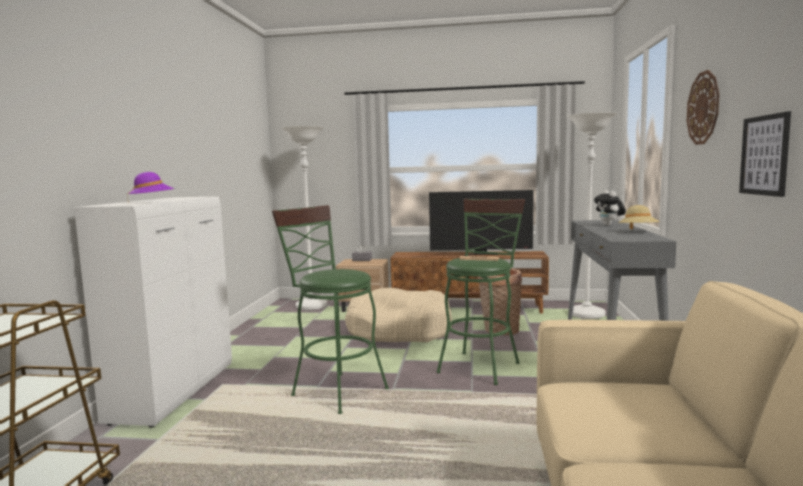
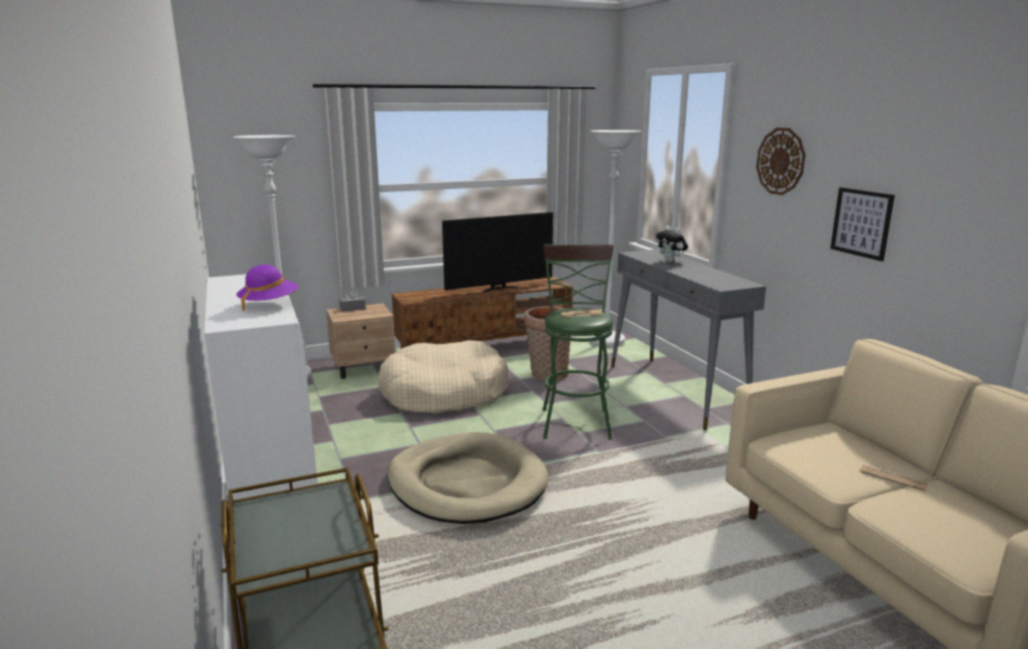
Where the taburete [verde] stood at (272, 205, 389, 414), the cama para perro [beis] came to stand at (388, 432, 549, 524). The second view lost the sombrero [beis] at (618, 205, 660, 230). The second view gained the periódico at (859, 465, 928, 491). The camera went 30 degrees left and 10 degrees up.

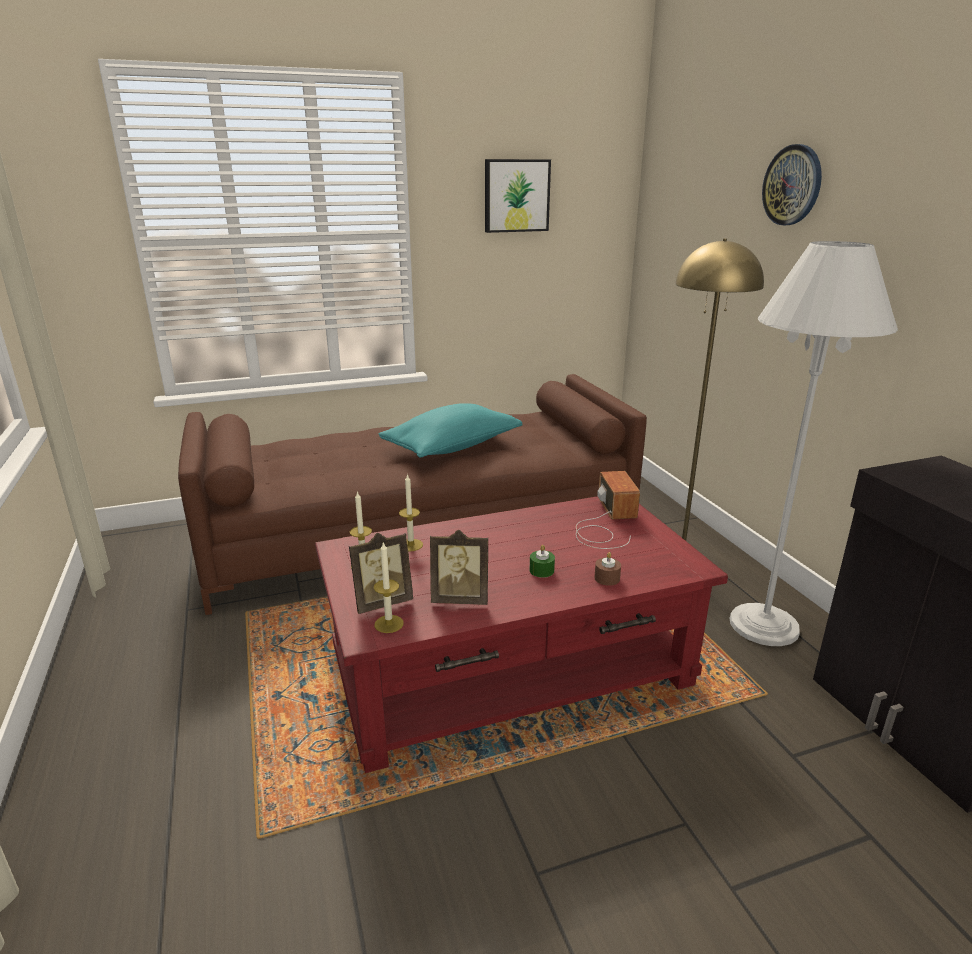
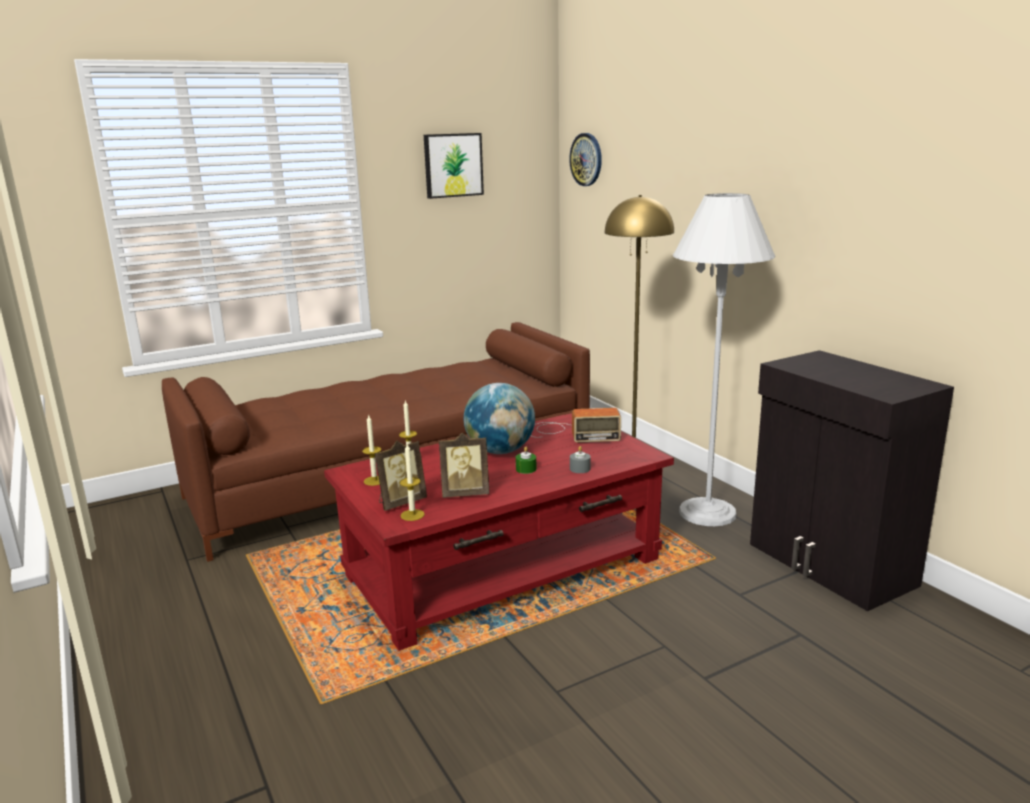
The second view lost the cojín [turquesa] at (378, 403, 523, 458). The radio at (576, 471, 640, 549) ended up facing another way, 105 degrees clockwise from before. What was the vela [marrón] at (594, 552, 621, 586) turned into the vela [gris] at (570, 446, 591, 473). The reloj de pared ended up elsewhere, having gone from (762, 144, 822, 225) to (569, 133, 602, 186). The second view gained the globo terráqueo at (464, 383, 535, 454). The camera went 10 degrees left and 5 degrees down.

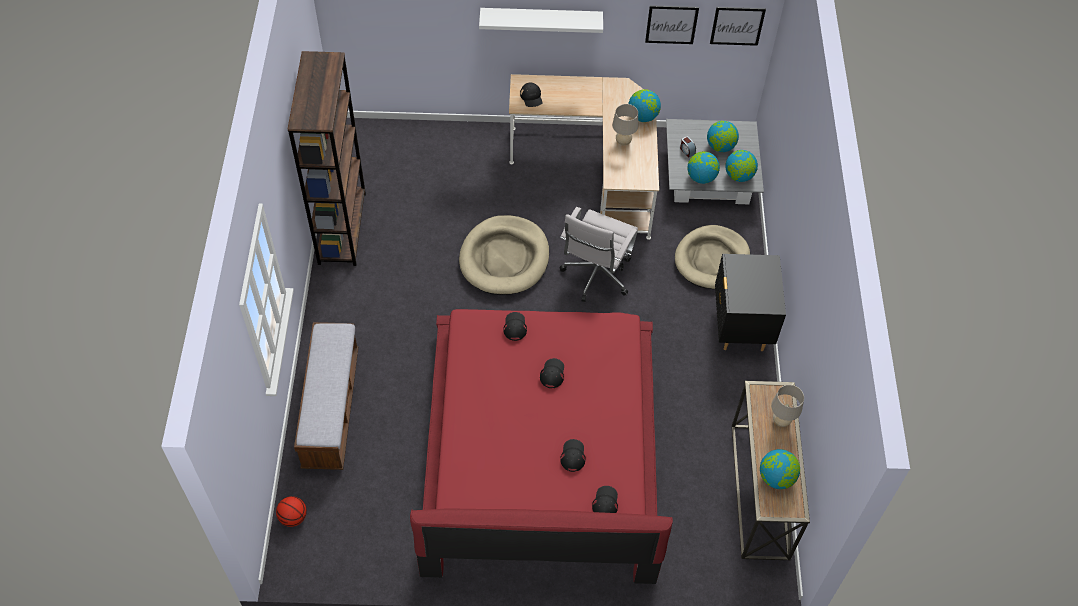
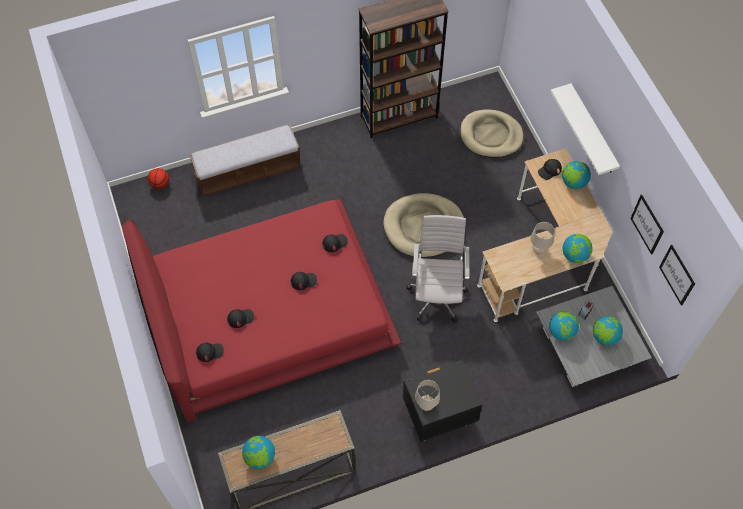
The silla de oficina [blanco] at (560, 207, 638, 302) ended up facing another way, 90 degrees clockwise from before. The cama para perro [beis] ended up elsewhere, having gone from (675, 225, 750, 289) to (460, 109, 524, 158). The globo terráqueo ended up elsewhere, having gone from (725, 150, 758, 182) to (562, 161, 591, 189). The lámpara de mesa [beis] ended up elsewhere, having gone from (771, 385, 804, 427) to (415, 380, 440, 411). The camera went 70 degrees right and 5 degrees up.

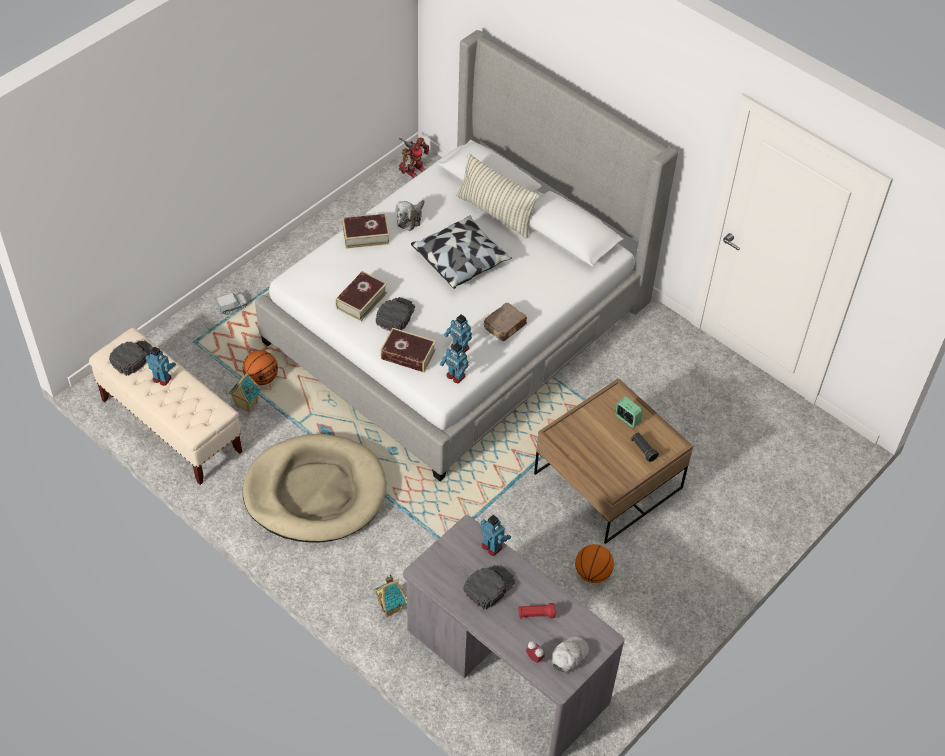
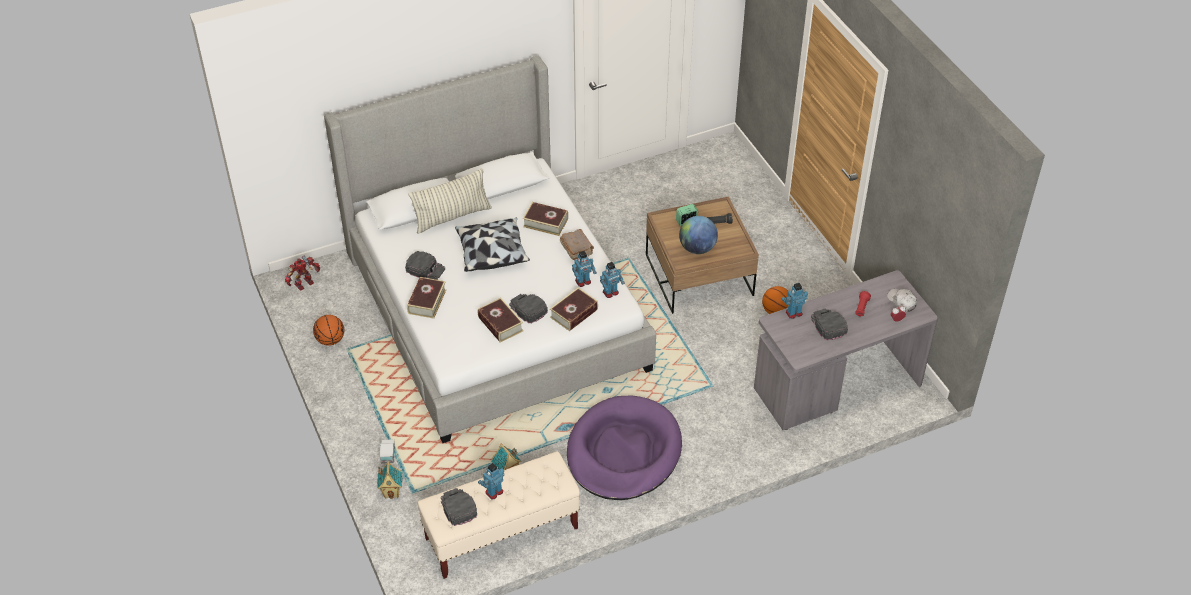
The balón de baloncesto ended up elsewhere, having gone from (243, 350, 278, 385) to (313, 315, 344, 346). What was the cama para perro [beis] at (243, 434, 386, 543) turned into the cama para perro [morado] at (567, 396, 682, 500). The casita ended up elsewhere, having gone from (374, 574, 407, 617) to (377, 461, 402, 499). Where the peluche stood at (395, 200, 425, 231), the gorra [negro] came to stand at (405, 251, 445, 280). The robot de juguete at (399, 137, 429, 178) ended up facing another way, 105 degrees counterclockwise from before. The second view gained the libro at (523, 202, 568, 236). The second view gained the globo terráqueo at (679, 216, 718, 254). The camera went 65 degrees left and 5 degrees down.

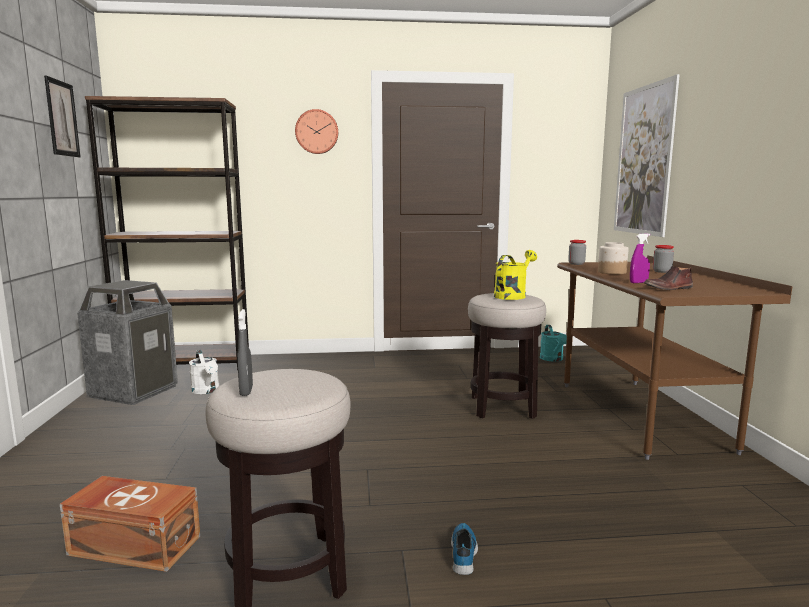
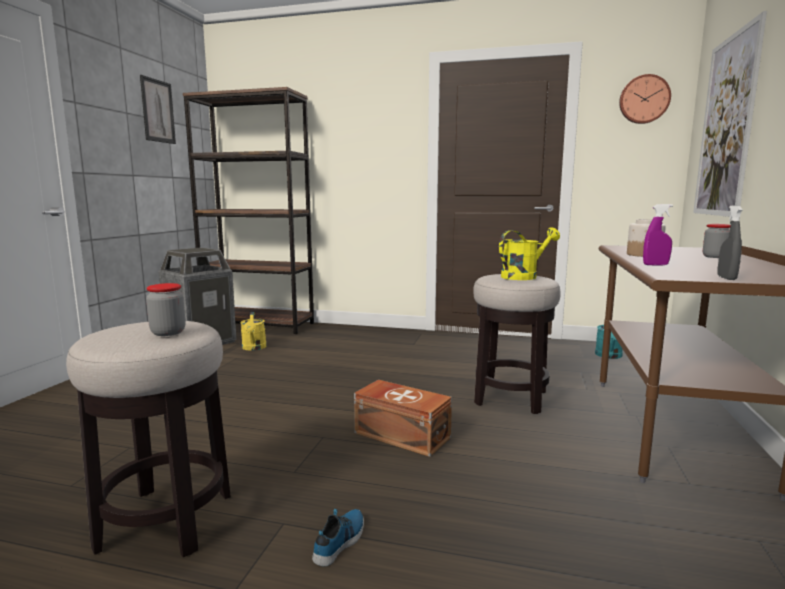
The caja de almacenaje [marrón] ended up elsewhere, having gone from (60, 476, 200, 572) to (354, 380, 452, 457). What was the regadera [blanco] at (189, 350, 219, 394) turned into the regadera [amarillo] at (241, 312, 267, 351). The pulverizador [gris] ended up elsewhere, having gone from (238, 309, 253, 396) to (717, 206, 743, 280). The reloj de pared ended up elsewhere, having gone from (295, 109, 338, 154) to (619, 74, 671, 124). The tarro ended up elsewhere, having gone from (568, 240, 586, 265) to (146, 283, 186, 336). The second view lost the zapato [marrón] at (644, 266, 693, 290). The camera went 20 degrees right and 0 degrees up.

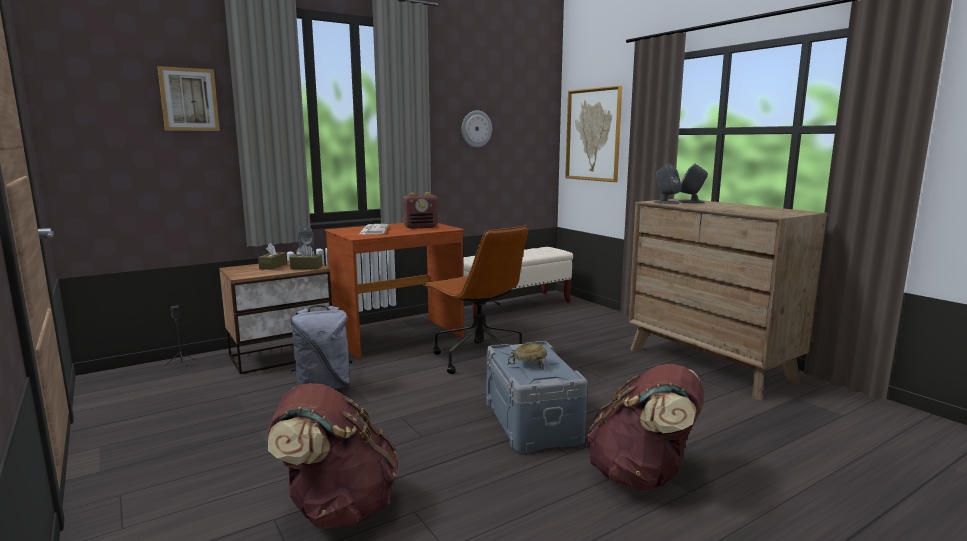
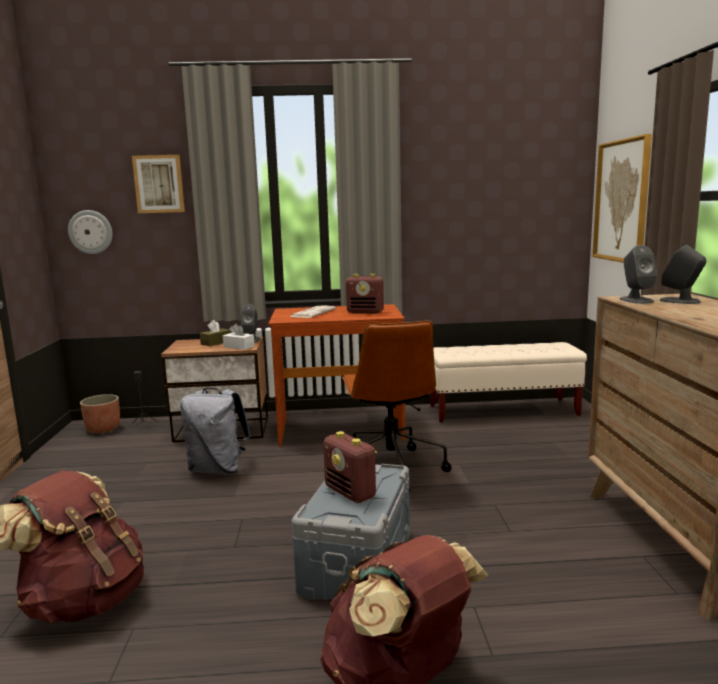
What was the caja de pañuelos [marrón] at (289, 244, 322, 269) turned into the caja de pañuelos [blanco] at (223, 323, 255, 350). The reloj de pared ended up elsewhere, having gone from (462, 110, 492, 147) to (68, 210, 113, 254). Where the cuenco [beis] stood at (508, 343, 547, 370), the radio came to stand at (323, 431, 377, 503). The second view gained the maceta at (80, 394, 120, 433). The camera went 30 degrees right and 0 degrees up.

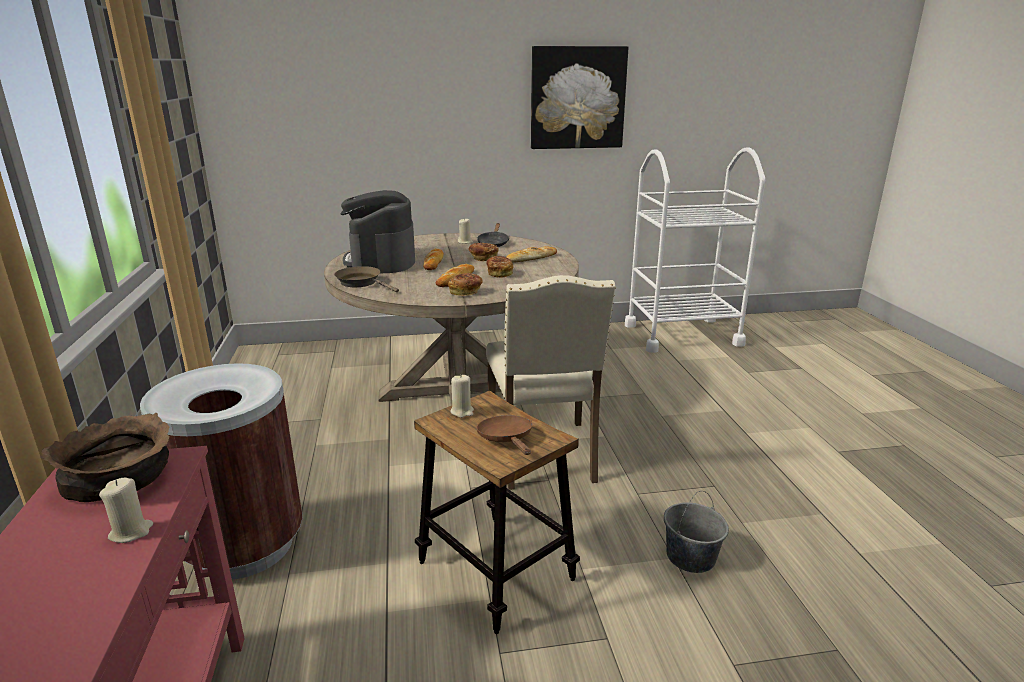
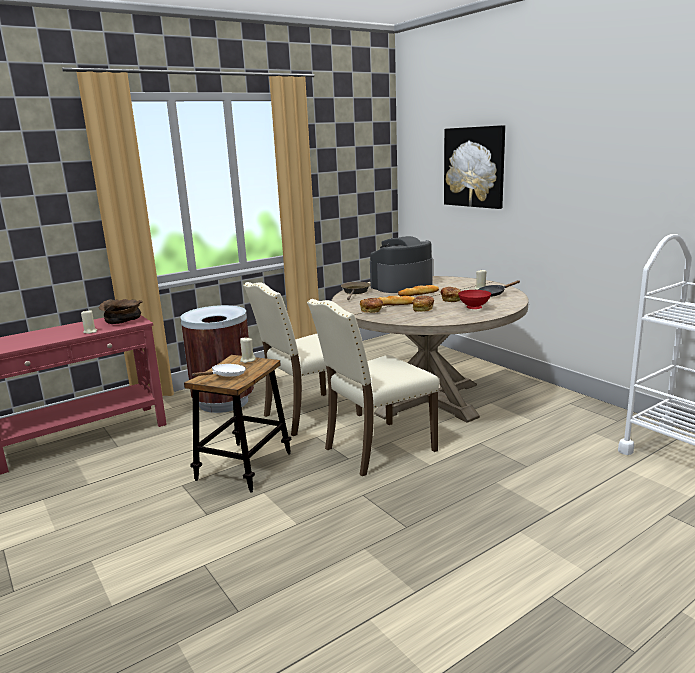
What was the sartén [marrón] at (477, 415, 532, 455) turned into the sartén [blanco] at (192, 364, 246, 377). Where the pan stood at (506, 246, 557, 263), the cuenco [rojo] came to stand at (458, 290, 491, 309). The cuadro ended up elsewhere, having gone from (531, 46, 628, 149) to (444, 125, 505, 209). The second view lost the cubo [gris] at (664, 491, 729, 573). The second view gained the silla [beis] at (243, 282, 362, 436). The camera went 65 degrees right and 5 degrees down.

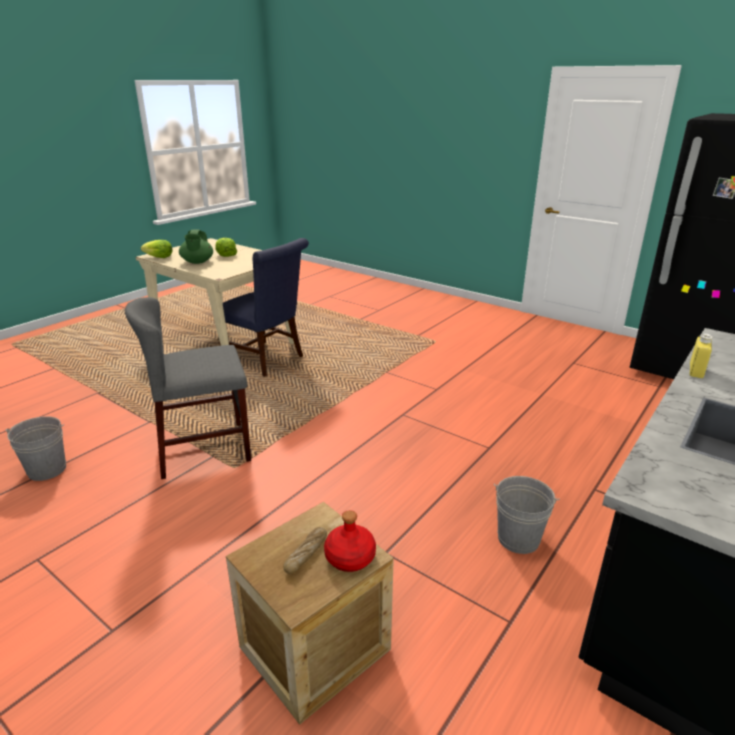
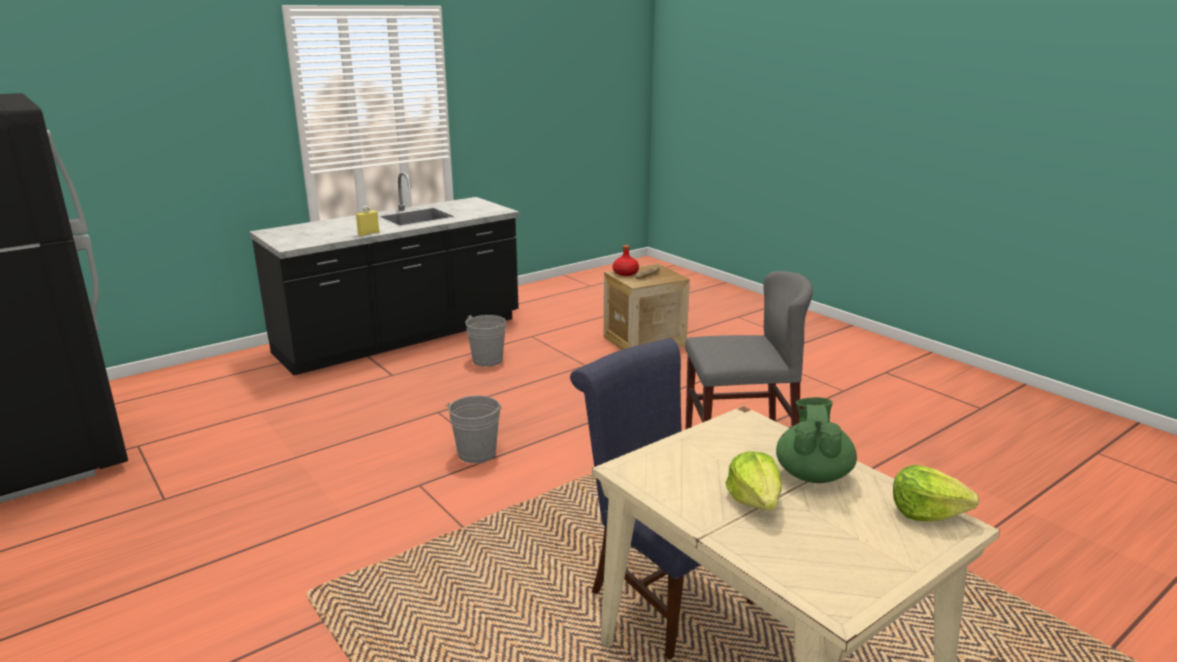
The cubo [gris] ended up elsewhere, having gone from (6, 416, 66, 481) to (445, 396, 503, 463). The camera went 165 degrees left and 5 degrees down.

